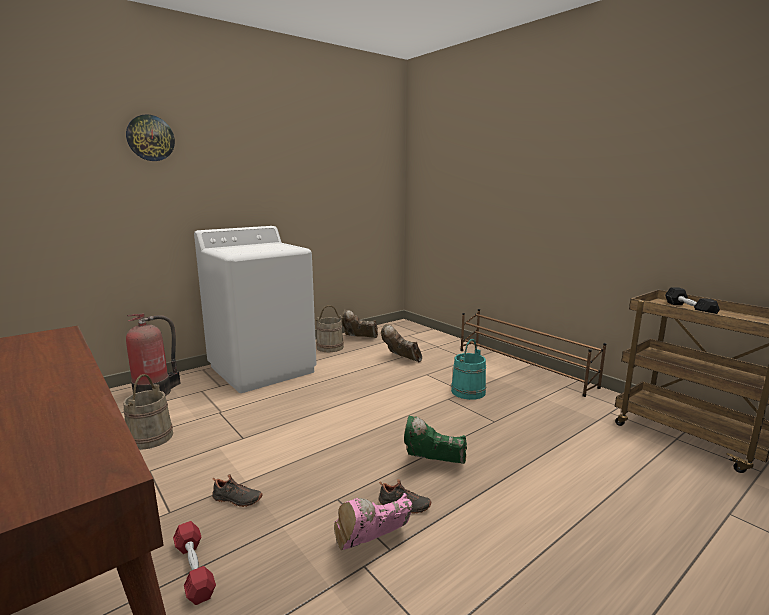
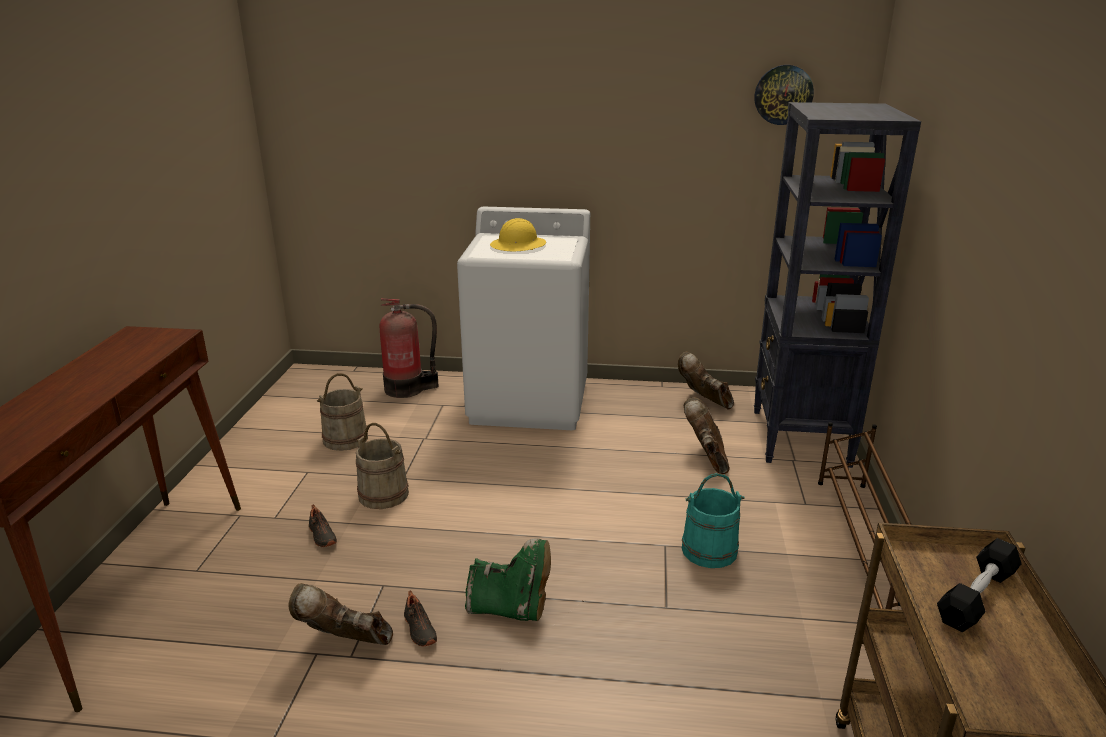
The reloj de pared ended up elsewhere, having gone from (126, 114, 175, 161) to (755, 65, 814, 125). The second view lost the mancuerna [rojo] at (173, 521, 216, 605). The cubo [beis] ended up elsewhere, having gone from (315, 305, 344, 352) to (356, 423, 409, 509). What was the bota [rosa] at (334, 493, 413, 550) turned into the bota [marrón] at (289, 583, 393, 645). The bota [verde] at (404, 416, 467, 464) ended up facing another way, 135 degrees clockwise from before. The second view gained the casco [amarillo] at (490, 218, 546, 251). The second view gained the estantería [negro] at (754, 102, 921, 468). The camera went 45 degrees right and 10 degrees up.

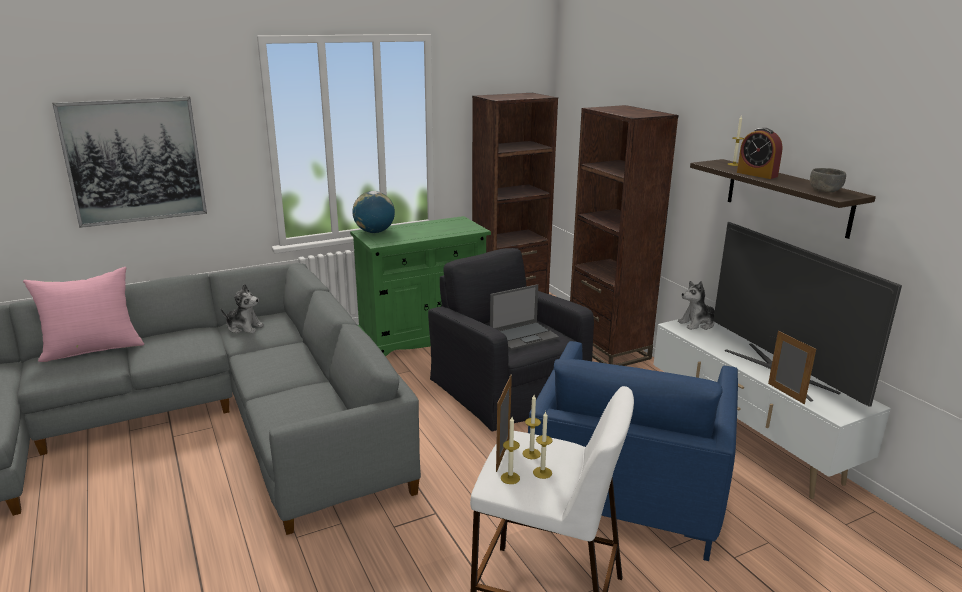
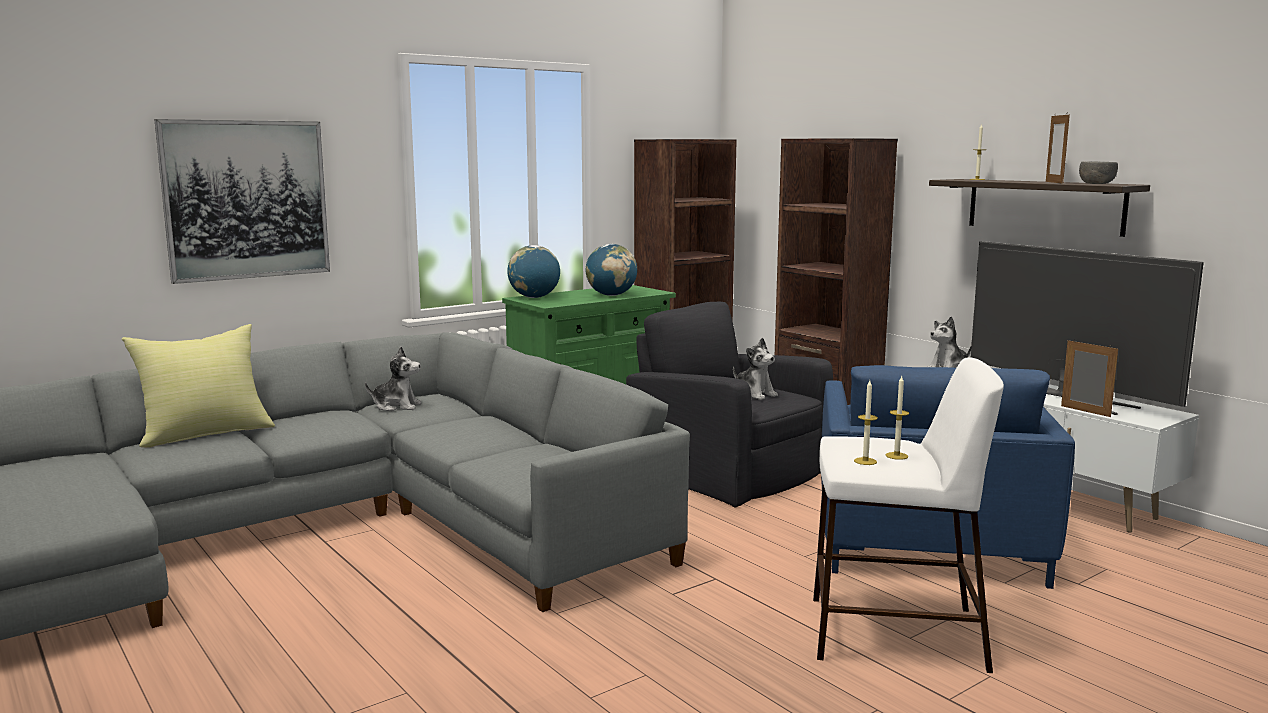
What was the cojín [rosa] at (23, 267, 144, 362) turned into the cojín [amarillo] at (122, 324, 275, 448). Where the portátil stood at (490, 284, 559, 350), the peluche came to stand at (733, 337, 778, 400). The portarretratos ended up elsewhere, having gone from (496, 375, 512, 472) to (1046, 112, 1070, 184). The second view lost the vela at (522, 395, 541, 459). The second view lost the despertador at (737, 128, 783, 179). The second view gained the globo terráqueo at (586, 244, 637, 296). The camera went 10 degrees left and 10 degrees down.

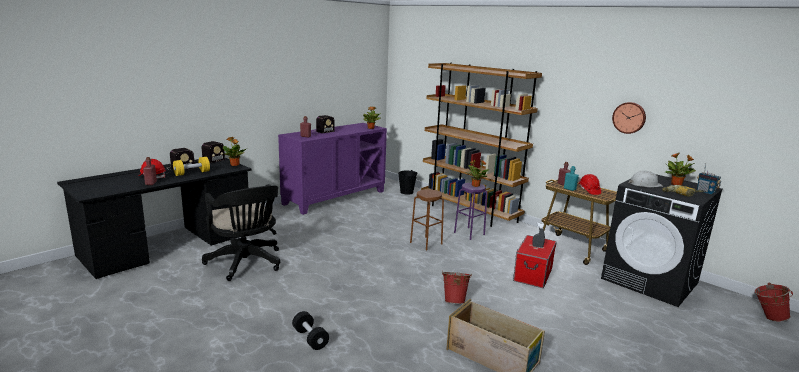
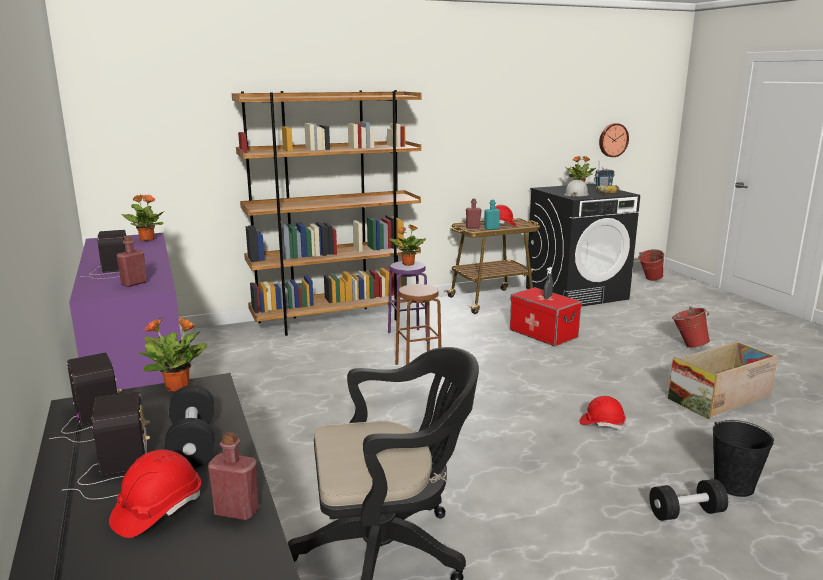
What was the mancuerna [amarillo] at (173, 157, 210, 176) turned into the mancuerna [negro] at (164, 385, 214, 469). The cubo [negro] ended up elsewhere, having gone from (398, 171, 418, 195) to (713, 420, 774, 497). The cubo [rojo] ended up elsewhere, having gone from (442, 272, 472, 304) to (672, 307, 710, 348). The reloj de pared ended up elsewhere, having gone from (612, 102, 646, 134) to (599, 123, 629, 157). The second view gained the casco [rojo] at (579, 396, 626, 430). The camera went 65 degrees left and 0 degrees up.

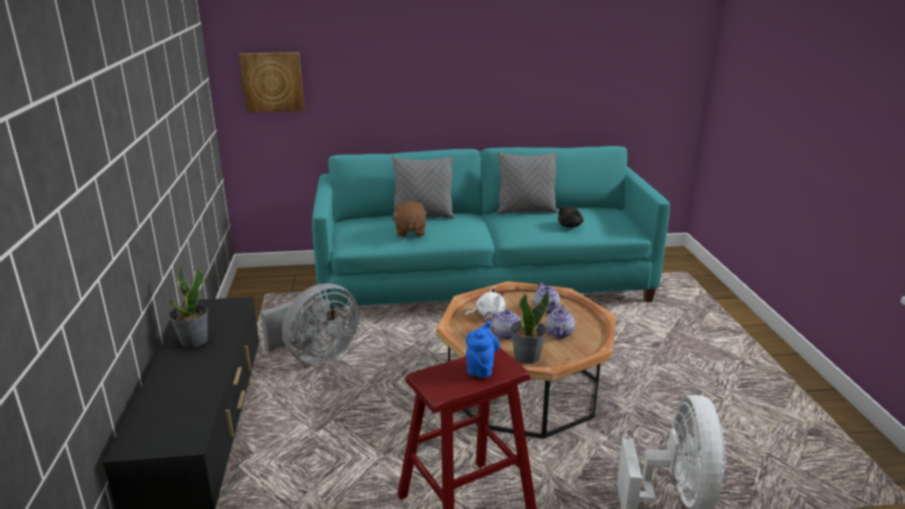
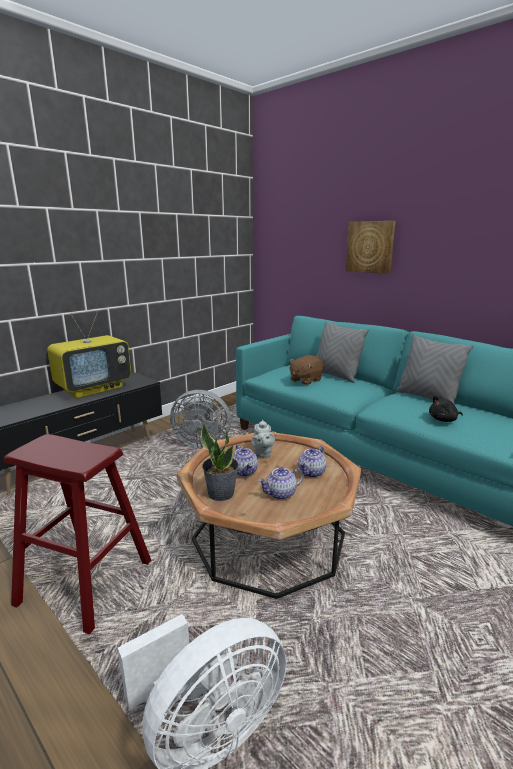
Where the planta en maceta stood at (169, 264, 208, 348), the televisor came to stand at (47, 311, 131, 398). The cuadro ended up elsewhere, having gone from (239, 52, 305, 113) to (346, 221, 396, 274). Where the peluche [blanco] stood at (465, 287, 505, 319), the tetera [gris] came to stand at (251, 420, 275, 458). The second view lost the tetera [azul] at (466, 321, 500, 378). The camera went 50 degrees right and 5 degrees down.

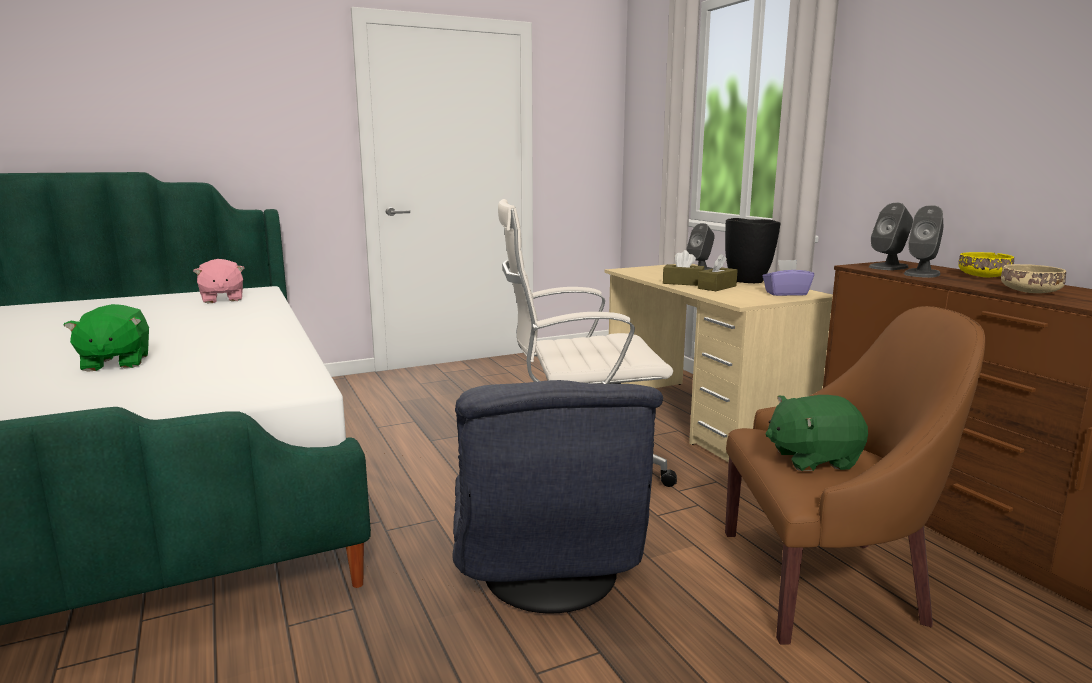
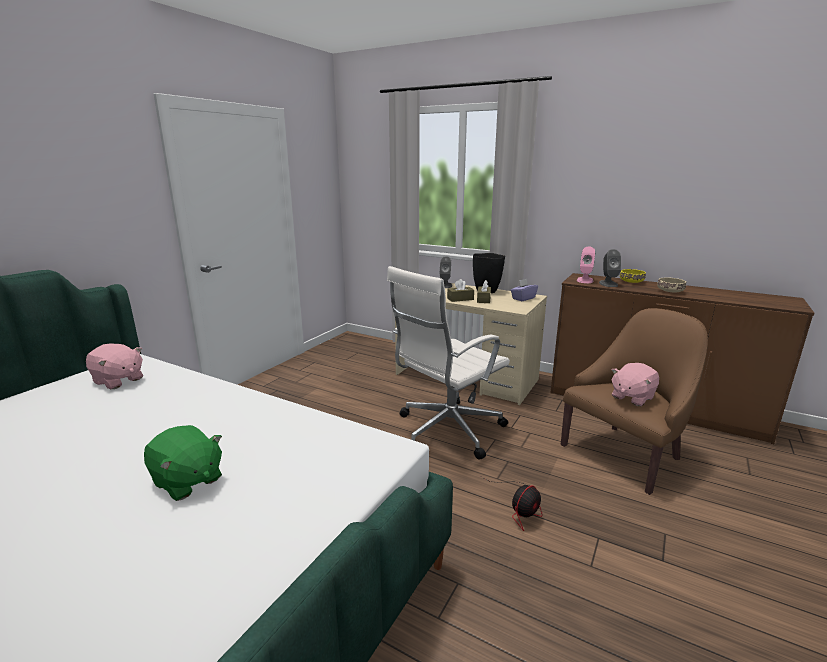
Where the sillón [gris] stood at (452, 380, 663, 614), the ventilador came to stand at (482, 477, 543, 531). What was the peluche [verde] at (766, 395, 868, 471) turned into the peluche [rosa] at (612, 363, 659, 406). What was the altavoz [gris] at (869, 203, 913, 270) turned into the altavoz [rosa] at (577, 247, 595, 283). The camera went 35 degrees left and 5 degrees up.

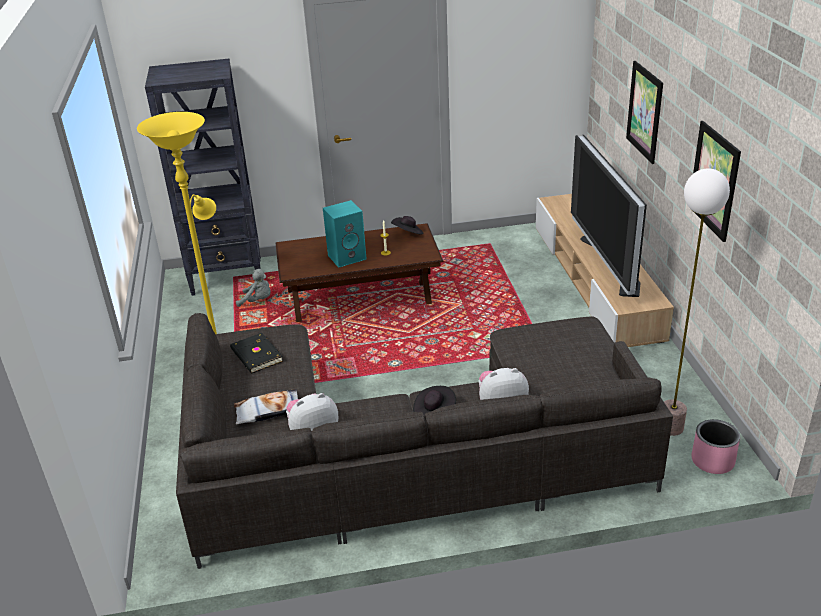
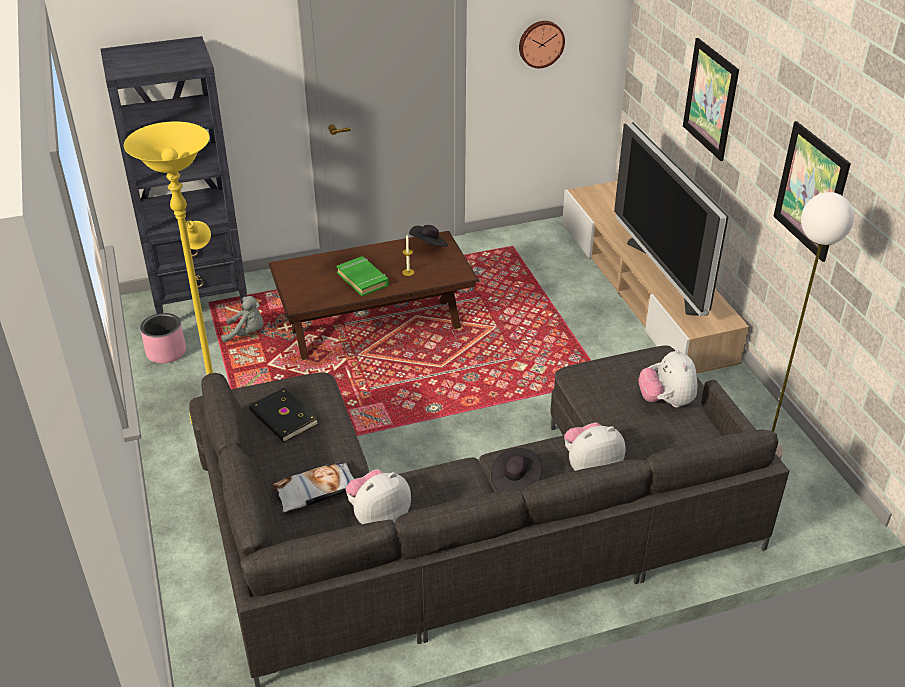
Where the altavoz [turquesa] stood at (323, 200, 367, 268), the libro [verde] came to stand at (336, 256, 389, 297). The maceta [rosa] ended up elsewhere, having gone from (692, 419, 740, 474) to (140, 313, 186, 363). The second view gained the reloj de pared at (519, 21, 565, 68). The second view gained the peluche at (638, 349, 697, 408). The camera went 10 degrees left and 5 degrees up.

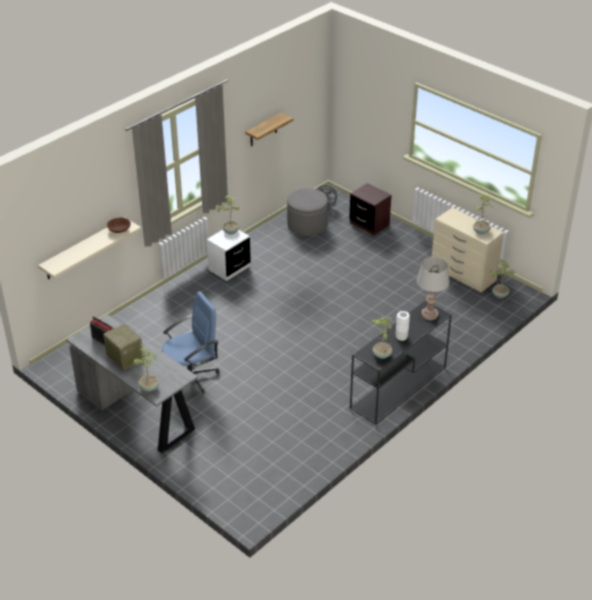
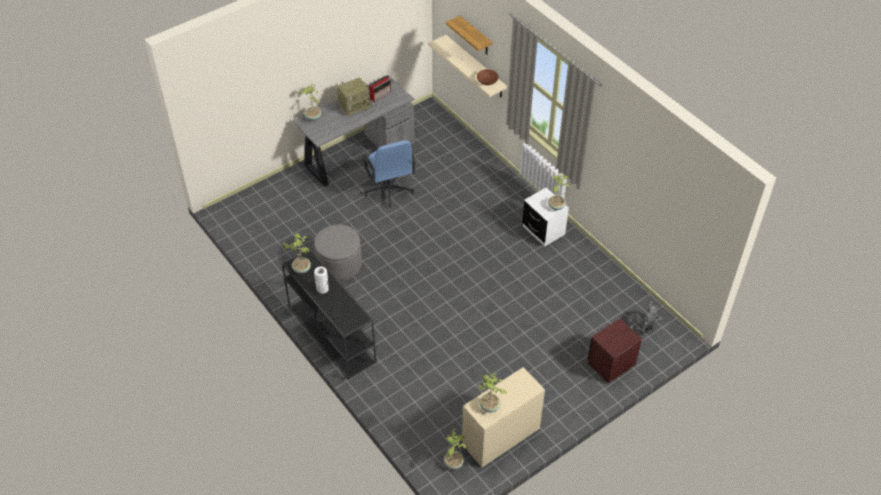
The estante ended up elsewhere, having gone from (245, 113, 294, 146) to (446, 16, 493, 55). The puf [gris] ended up elsewhere, having gone from (287, 188, 328, 236) to (314, 225, 362, 281). The second view lost the lámpara de mesa [gris] at (417, 257, 450, 320). The camera went 100 degrees right and 10 degrees up.

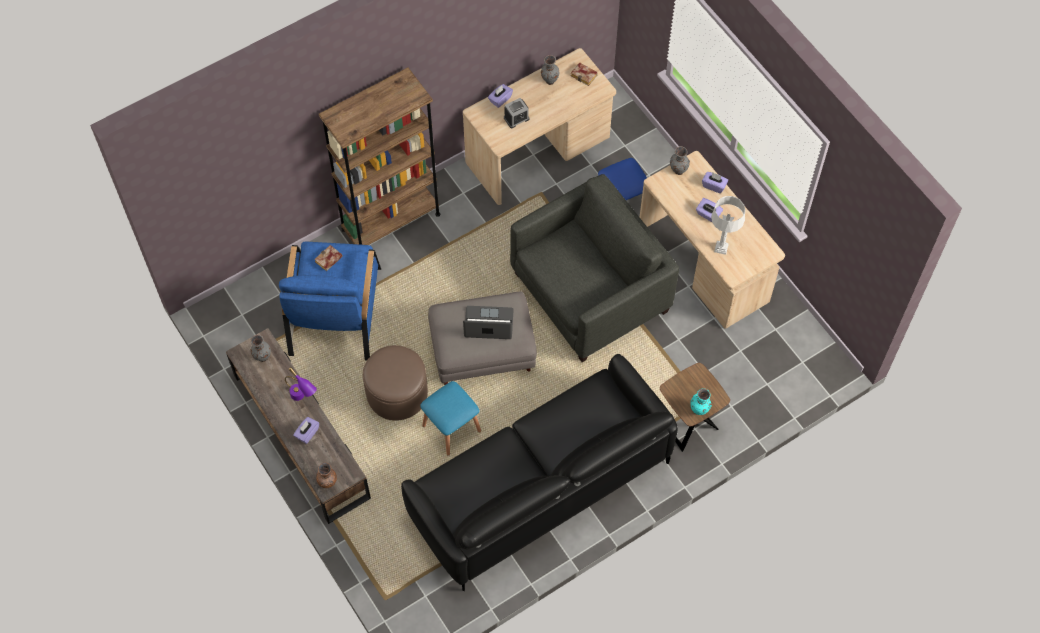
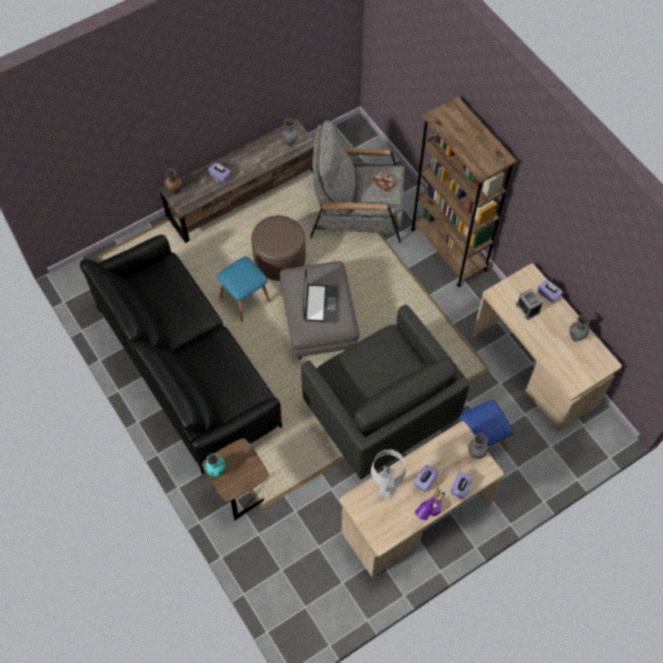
What was the sillón [azul] at (279, 242, 381, 360) turned into the sillón [gris] at (311, 120, 404, 244). The lámpara de mesa [morado] ended up elsewhere, having gone from (285, 367, 317, 401) to (415, 488, 445, 520). The second view lost the libro at (571, 62, 598, 86). The camera went 90 degrees right and 0 degrees up.

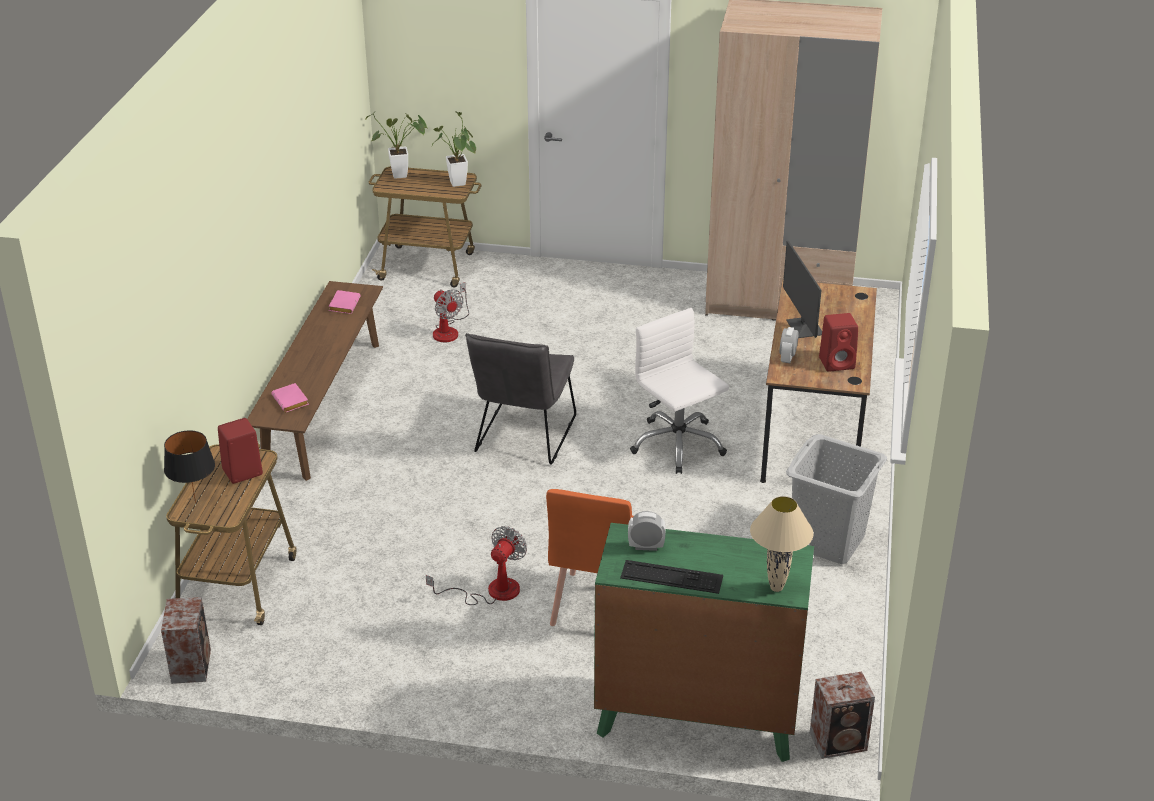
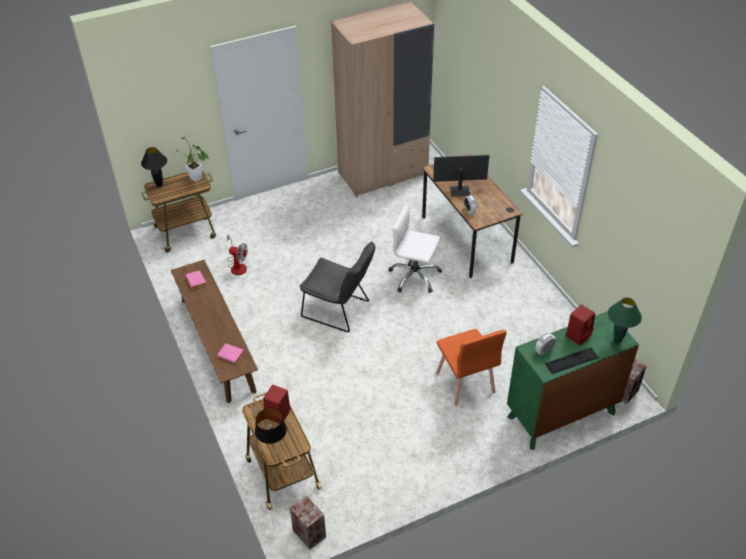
Where the planta en maceta stood at (365, 111, 427, 179), the lámpara de mesa [negro] came to stand at (141, 147, 167, 188). The second view lost the ventilador at (426, 526, 527, 605). The silla [gris] at (465, 333, 576, 465) ended up facing another way, 45 degrees counterclockwise from before. What was the lámpara de mesa [beis] at (750, 496, 814, 592) turned into the lámpara de mesa [verde] at (608, 298, 642, 344). The monitor at (783, 241, 822, 338) ended up facing another way, 135 degrees clockwise from before. The second view lost the cesto de la ropa [gris] at (786, 434, 887, 564). The altavoz [rojo] ended up elsewhere, having gone from (819, 313, 858, 371) to (566, 305, 595, 345). The camera went 35 degrees left and 10 degrees up.

